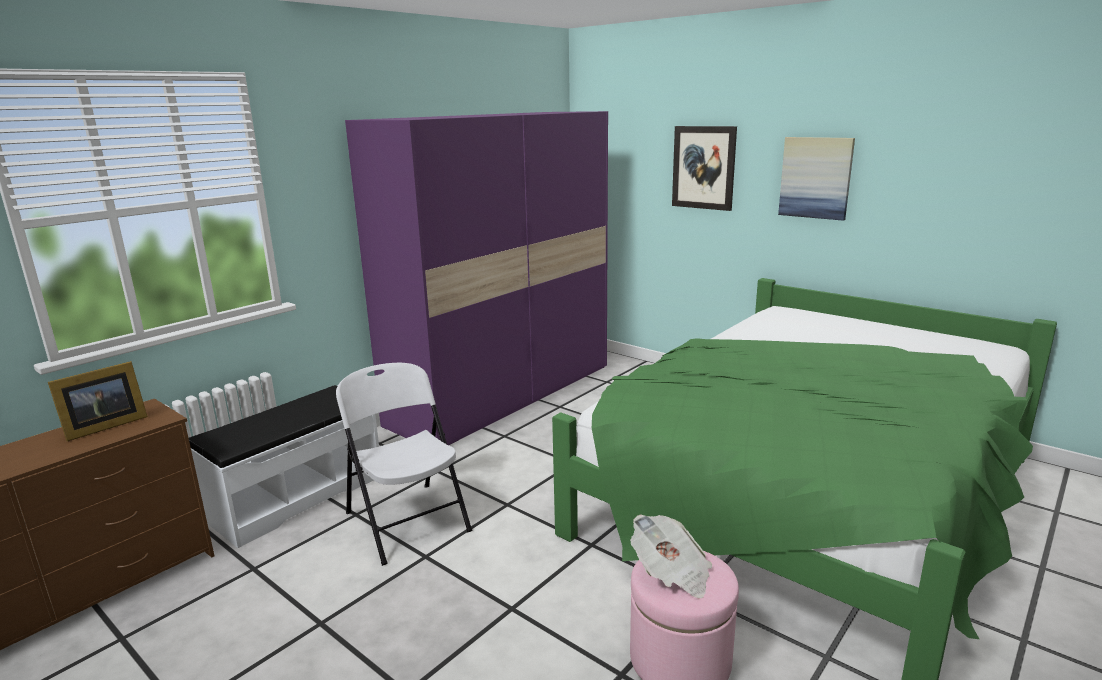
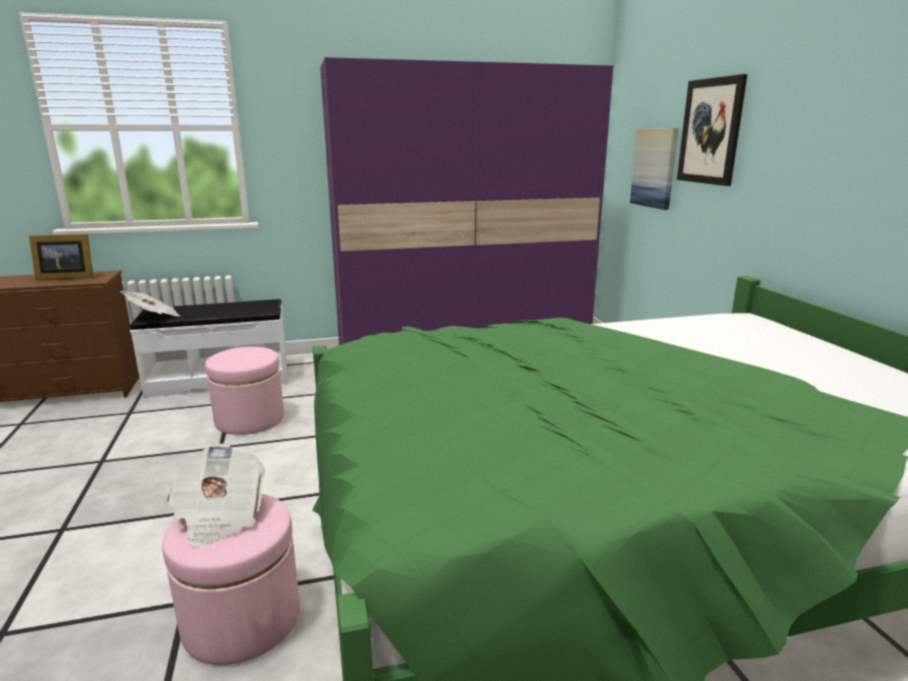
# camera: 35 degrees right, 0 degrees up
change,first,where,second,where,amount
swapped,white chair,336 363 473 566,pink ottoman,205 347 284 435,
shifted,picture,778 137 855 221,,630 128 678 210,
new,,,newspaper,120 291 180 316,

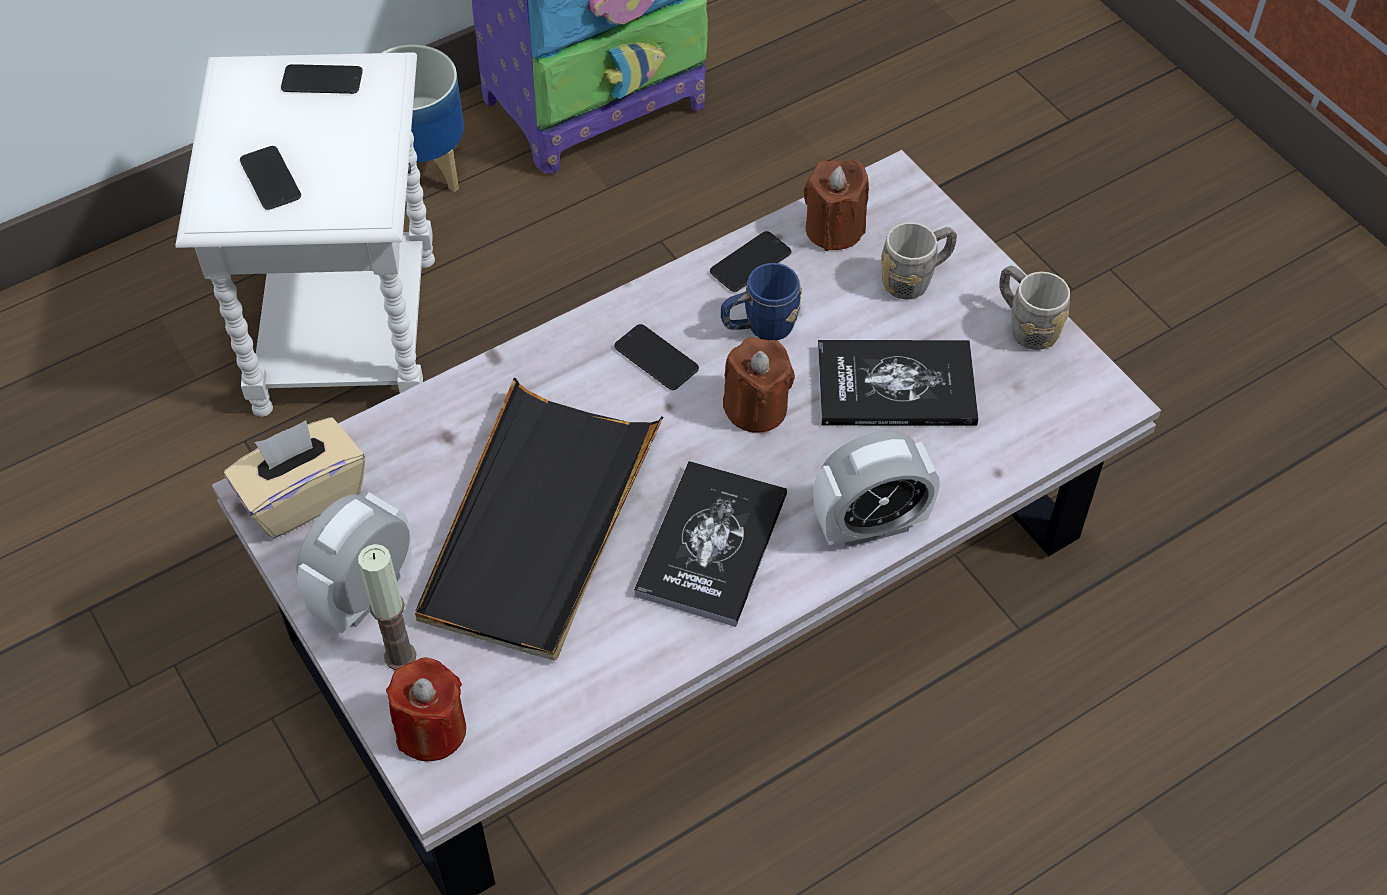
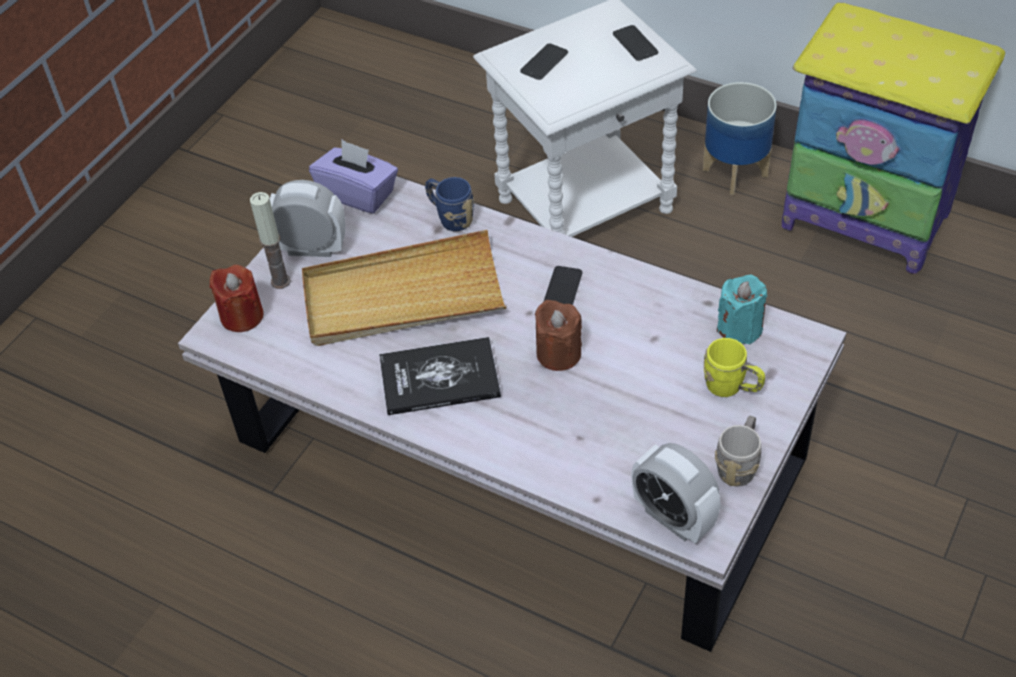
# camera: 65 degrees right, 5 degrees down
change,first,where,second,where,amount
repainted,beige tissue box,224 417 365 538,purple tissue box,309 140 398 214,
repainted,black tray,415 378 663 661,beige tray,302 230 506 346,
gone,phone,710 231 791 292,,,
shifted,blue mug,721 263 802 340,,425 177 474 231,
repainted,brown candle,804 160 869 251,turquoise candle,717 274 767 344,
shifted,alarm clock,813 431 940 548,,632 443 720 544,
gone,book,817 340 979 426,,,
repainted,grey mug,881 222 957 299,yellow mug,704 338 765 397,

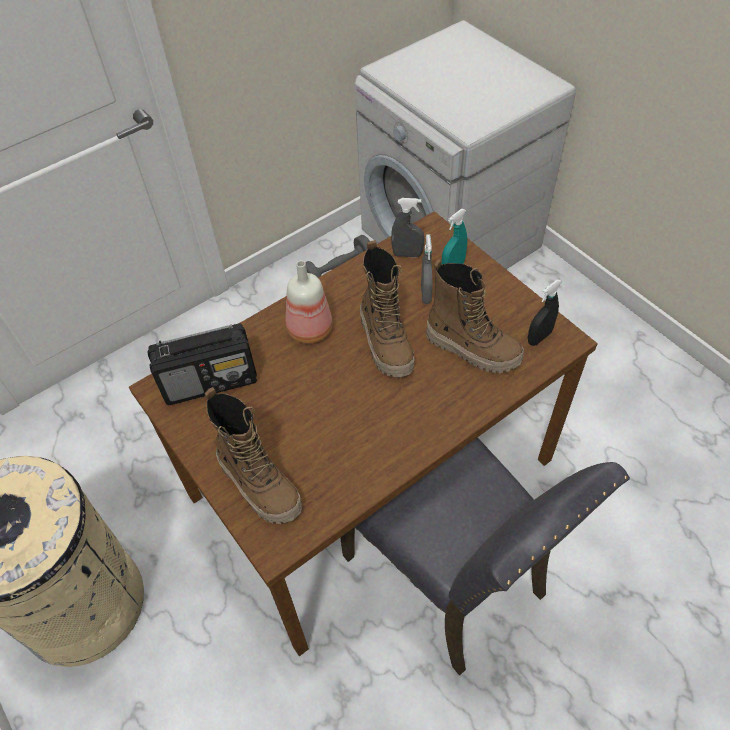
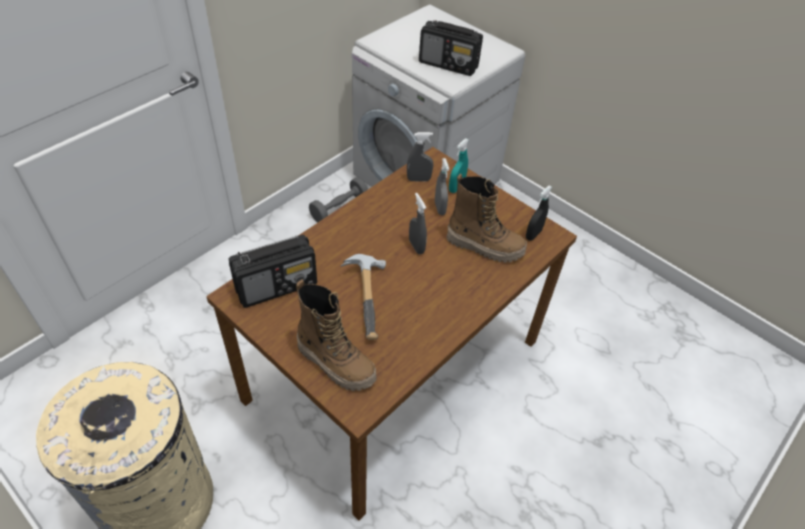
# camera: 15 degrees left, 5 degrees down
change,first,where,second,where,amount
gone,bottle,286 260 333 344,,,
gone,grey chair,340 437 630 675,,,
swapped,boot,360 240 415 377,grey spray bottle,409 193 427 254,
new,,,hammer,341 254 386 340,
new,,,radio,419 20 483 76,

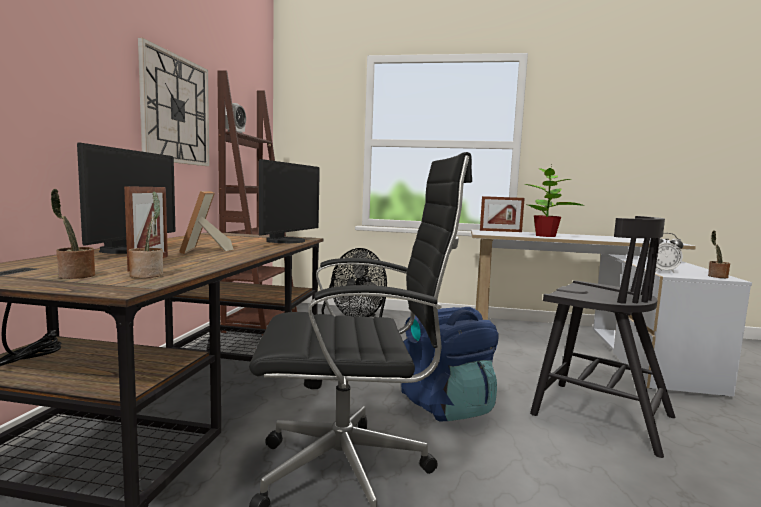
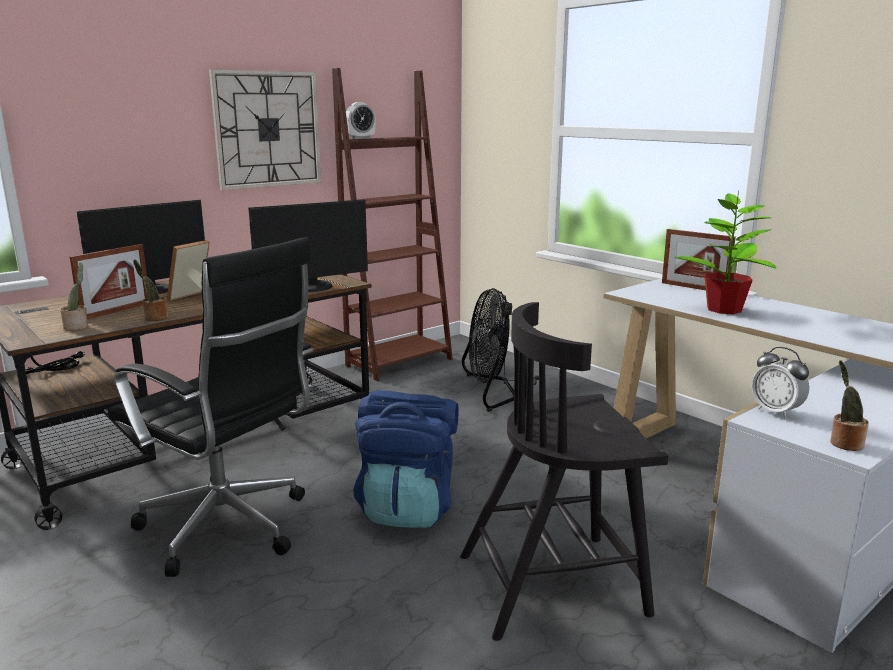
# camera: 40 degrees right, 10 degrees up
change,first,where,second,where,amount
shifted,potted plant,50 189 95 279,,133 260 168 321,
rotated,black chair,530 216 676 458,,460 302 669 641,90 degrees clockwise

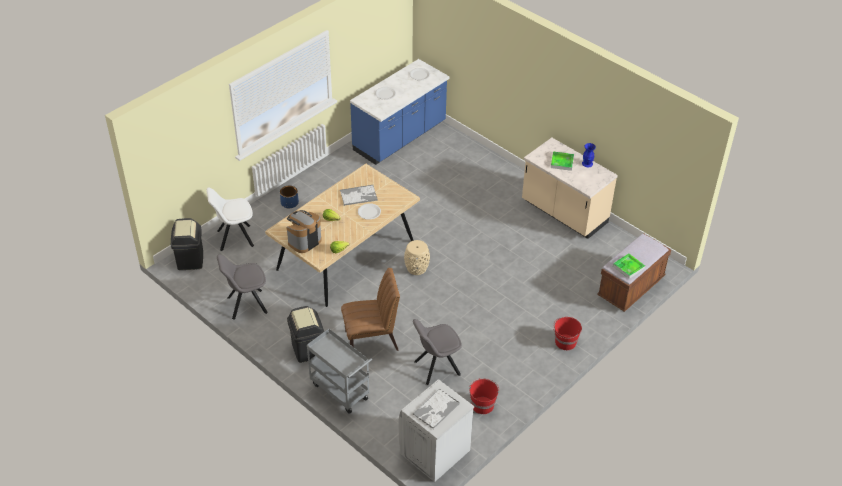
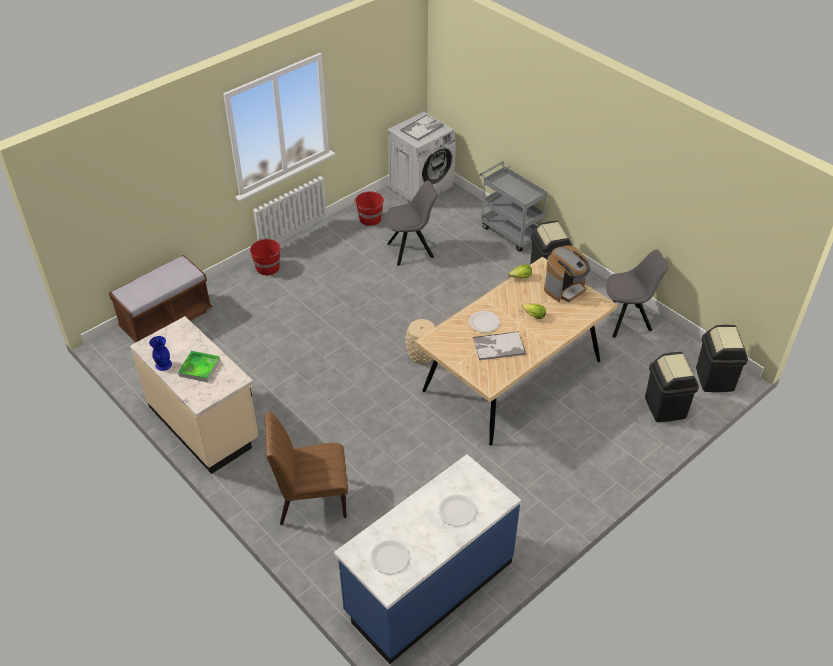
# camera: 175 degrees left, 0 degrees up
change,first,where,second,where,amount
swapped,white chair,206 187 254 251,black trash can,645 352 699 422,
gone,blue planter,280 185 299 208,,,
shifted,brown chair,341 268 400 351,,265 412 348 525,
gone,tray,613 253 645 279,,,

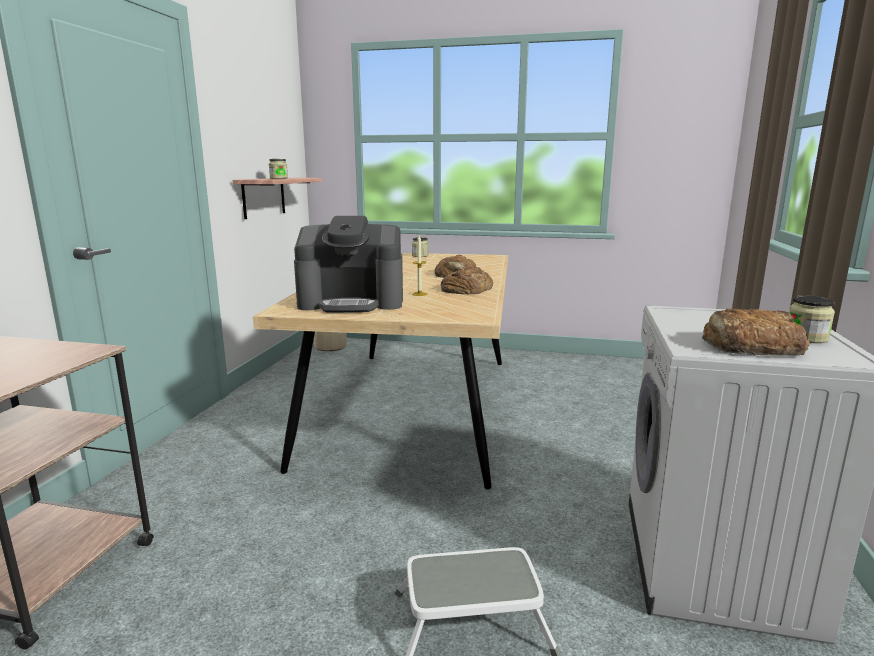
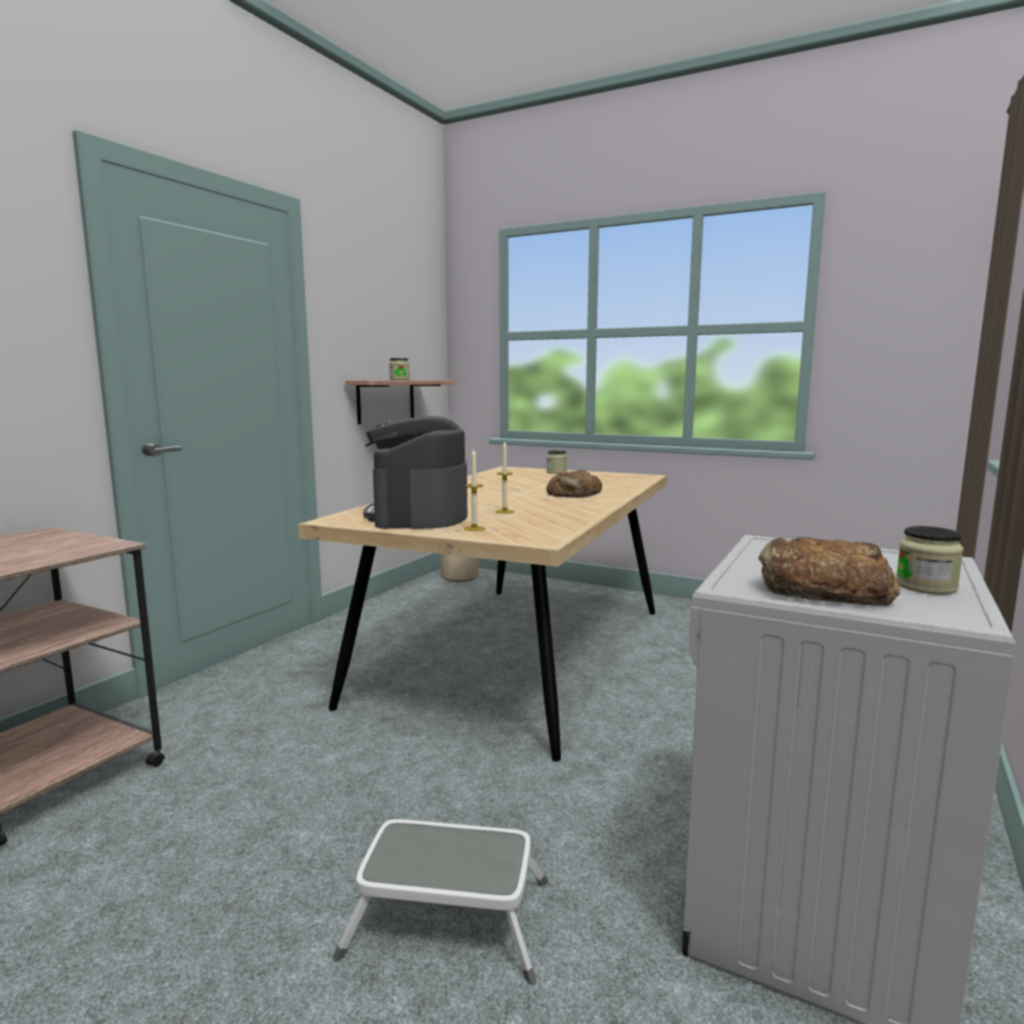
# camera: 15 degrees right, 5 degrees down
change,first,where,second,where,amount
rotated,coffee machine,294 216 403 312,,363 416 467 529,75 degrees clockwise
gone,bread,441 267 493 294,,,
new,,,candle,464 449 485 531,

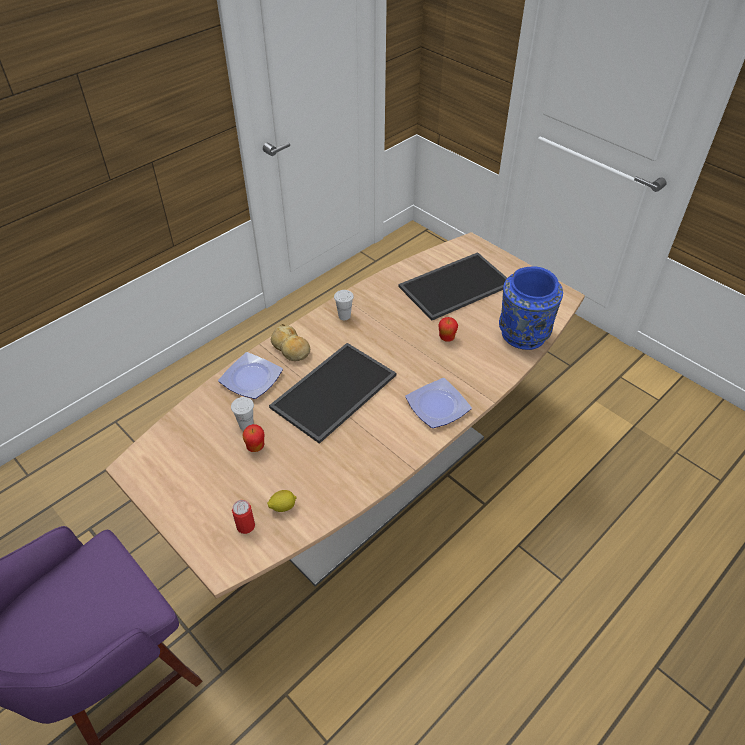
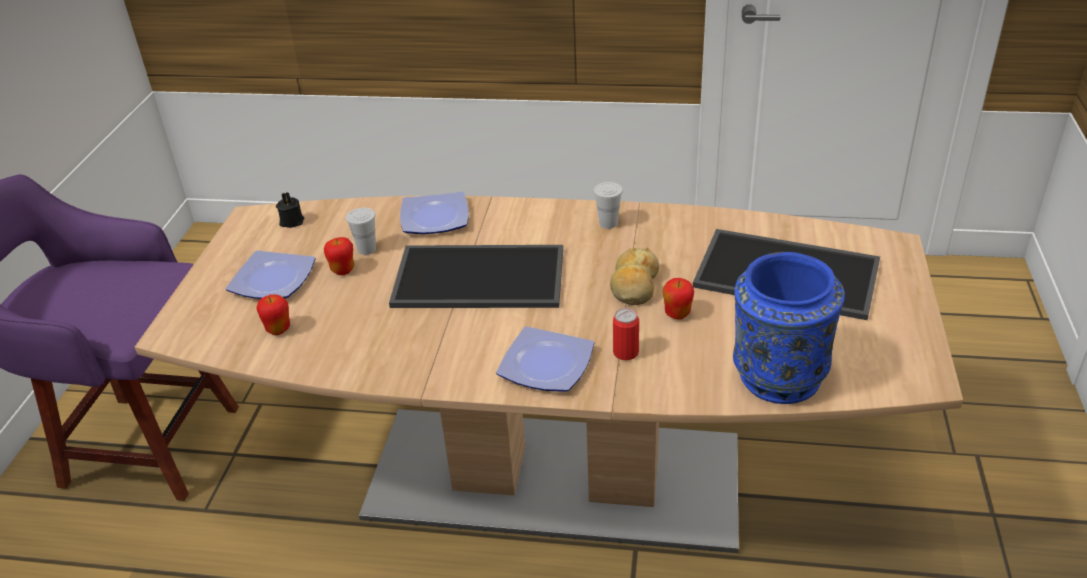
# camera: 55 degrees right, 10 degrees down
change,first,where,second,where,amount
shifted,can,232 500 255 534,,613 308 639 360,
swapped,lemon,267 490 297 512,apple,257 294 290 335,
shifted,bread,271 324 310 361,,610 248 659 305,
new,,,plate,225 250 316 299,
new,,,black candle,276 192 304 228,

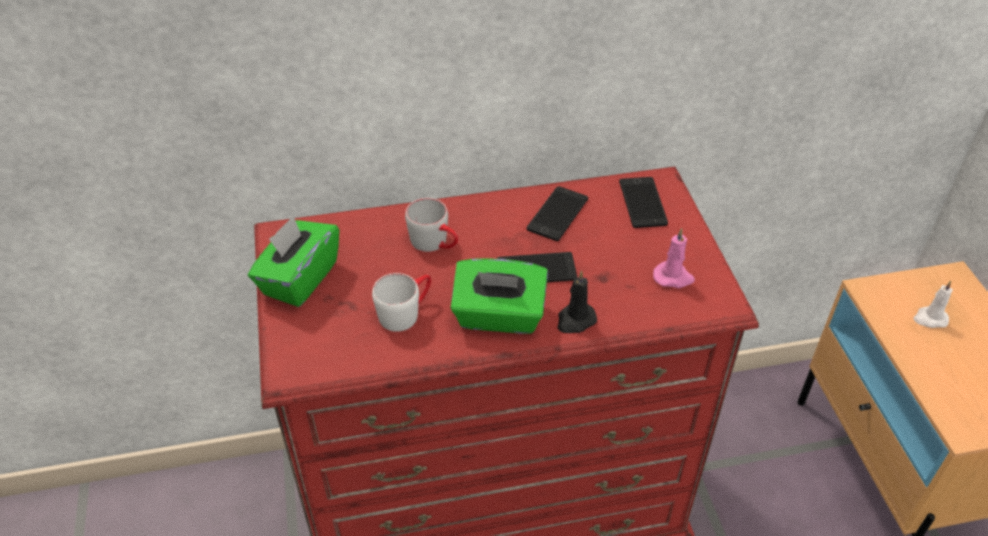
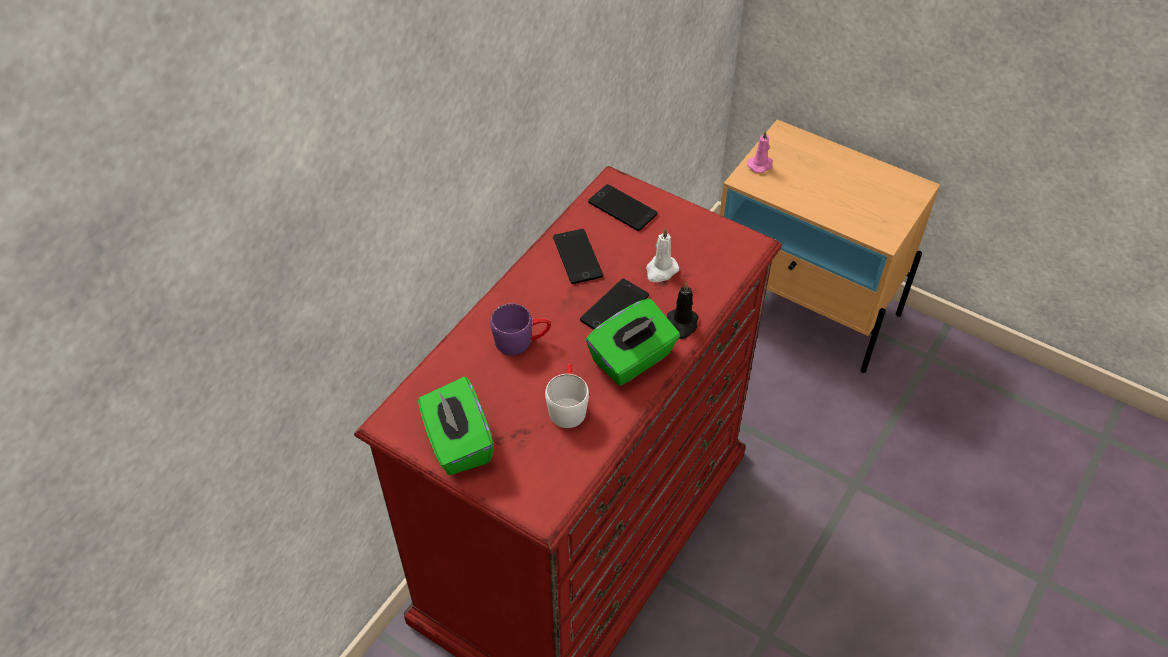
# camera: 45 degrees left, 5 degrees up
change,first,where,second,where,amount
repainted,grey mug,405 198 458 252,purple mug,490 303 551 355,
shifted,pink candle,653 228 695 288,,747 130 773 173,
shifted,white candle,913 281 953 328,,646 228 679 282,

